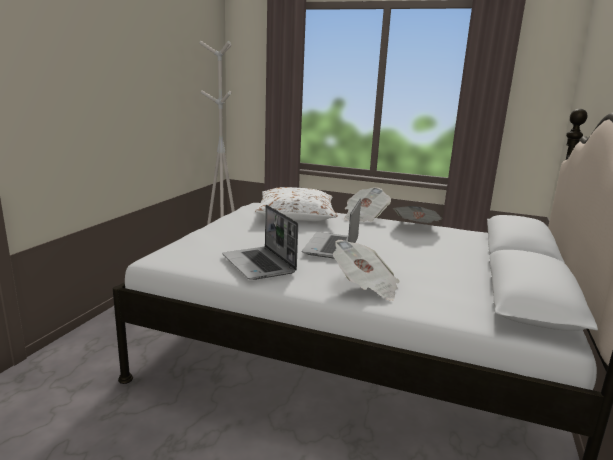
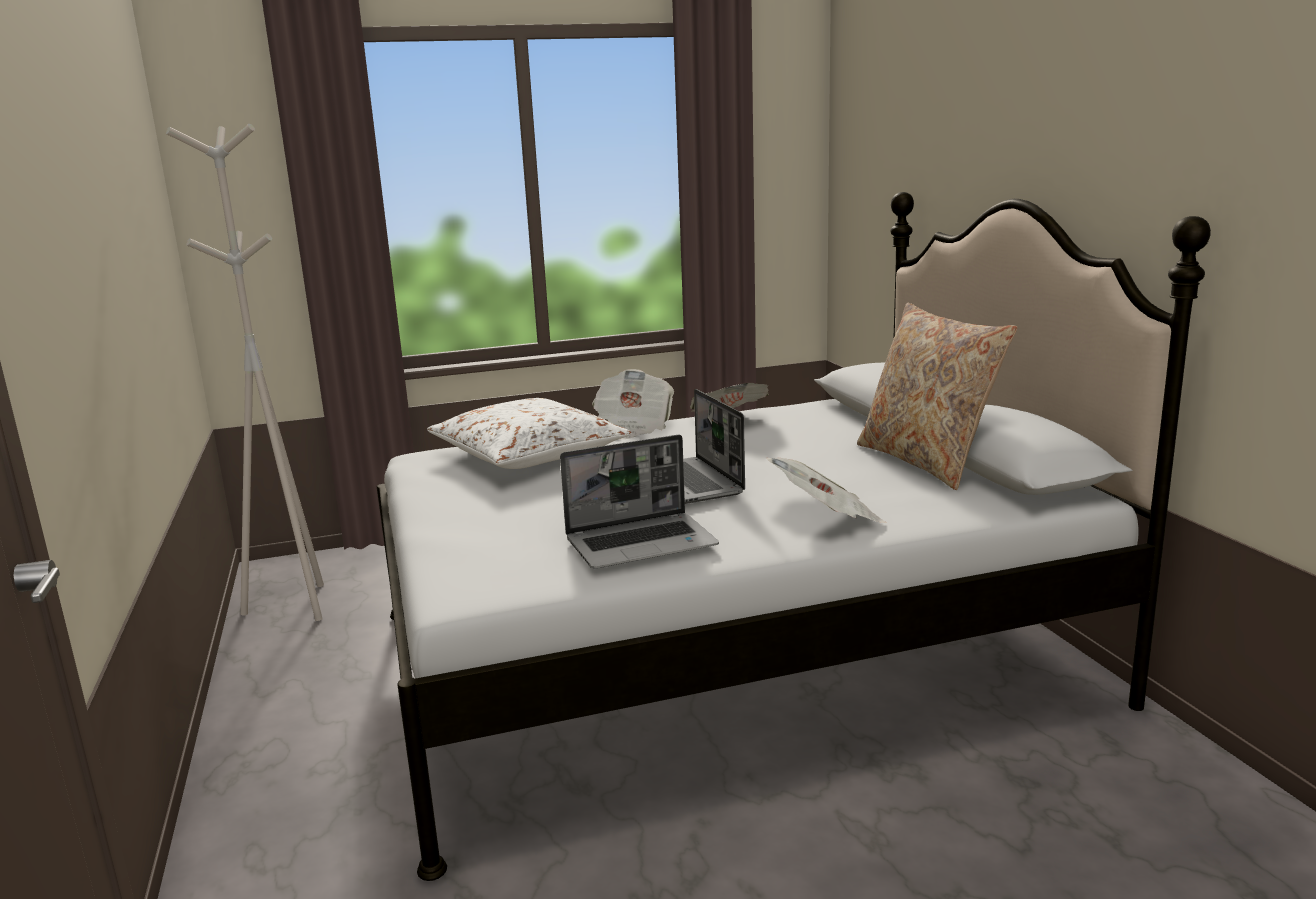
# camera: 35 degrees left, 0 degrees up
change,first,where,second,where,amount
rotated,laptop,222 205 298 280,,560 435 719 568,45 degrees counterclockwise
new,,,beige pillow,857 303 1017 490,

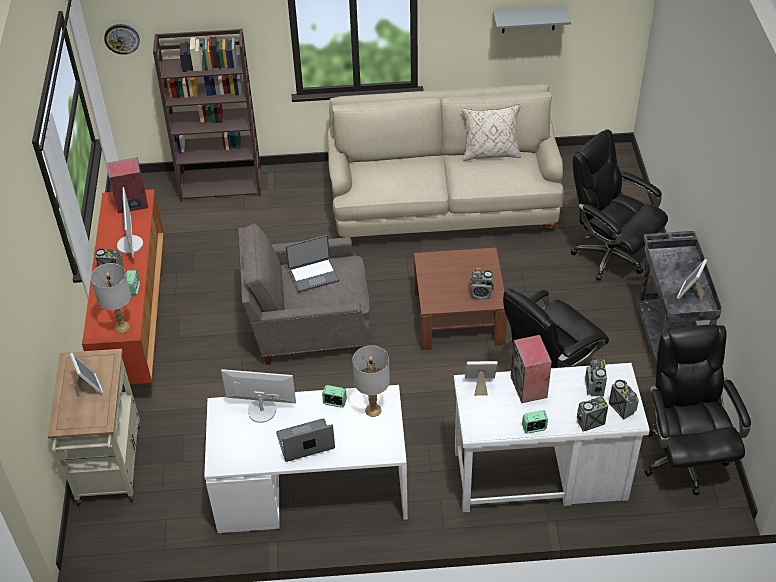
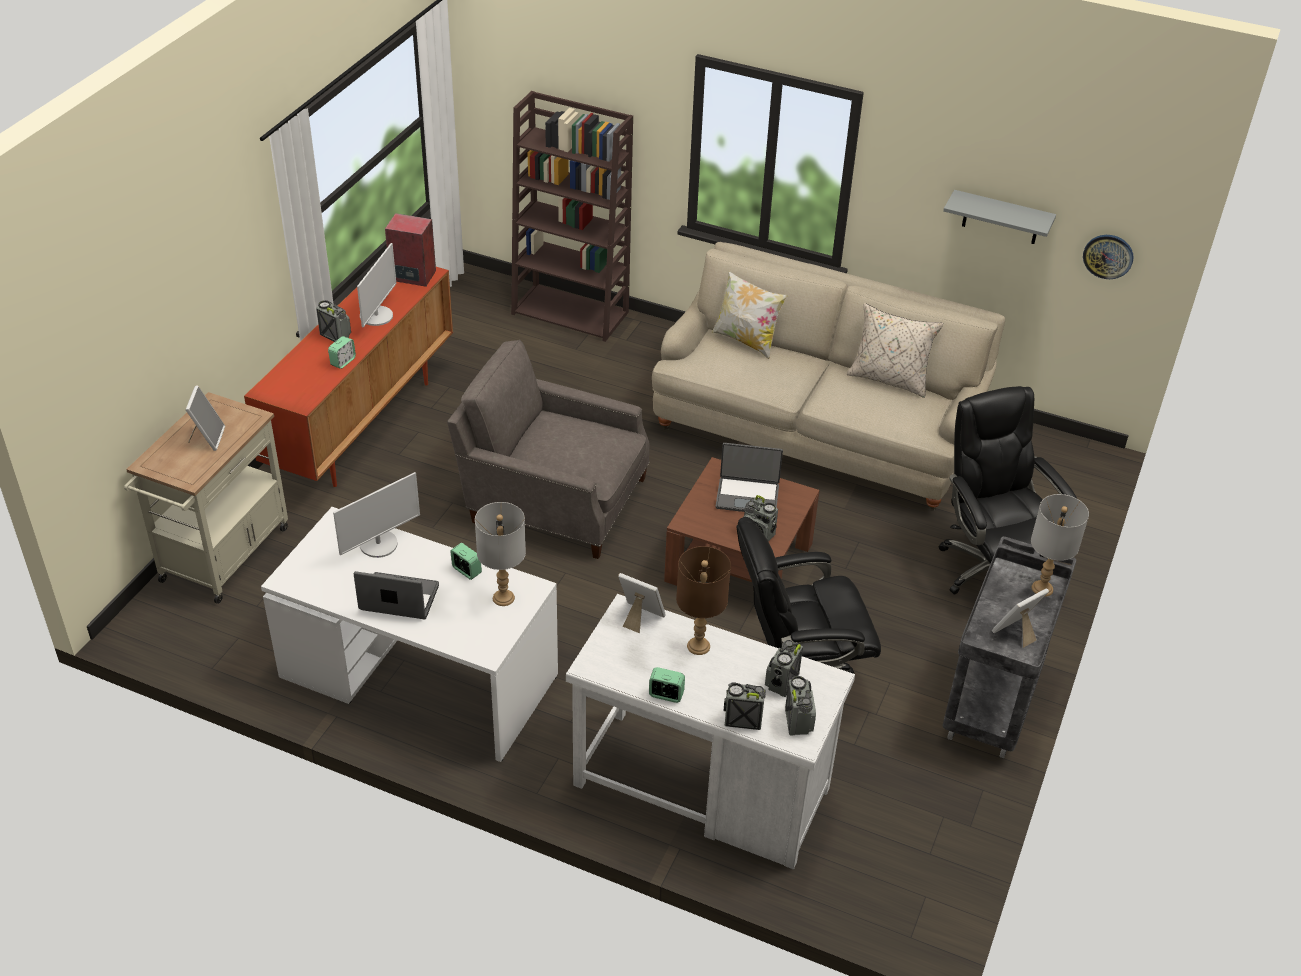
# camera: 25 degrees right, 5 degrees down
change,first,where,second,where,amount
shifted,grey table lamp,91 263 131 333,,1031 494 1089 597,
shifted,wall clock,104 24 140 55,,1083 235 1134 279,
rotated,monitor,221 369 296 423,,333 472 420 558,105 degrees clockwise
shifted,laptop,286 235 340 292,,715 443 783 512,
swapped,speaker,511 335 552 403,brown table lamp,676 546 731 655,
gone,black office chair,644 325 751 495,,,
new,,,pillow,712 271 787 359,

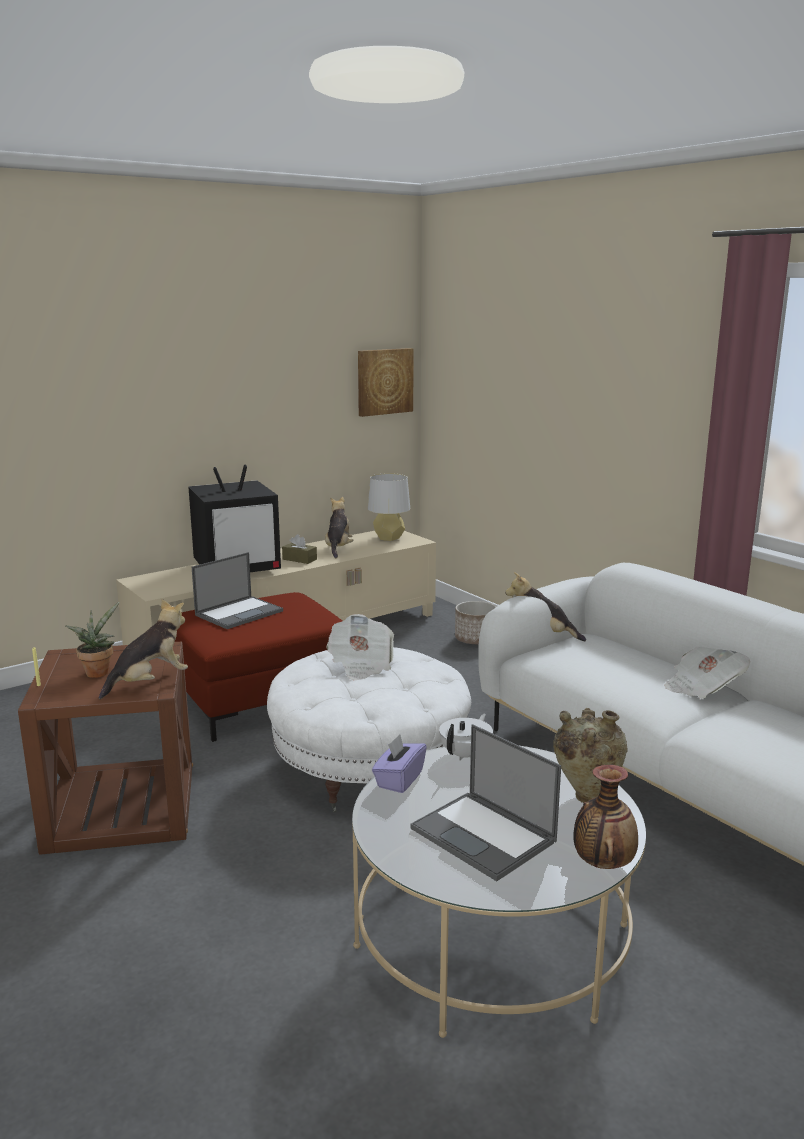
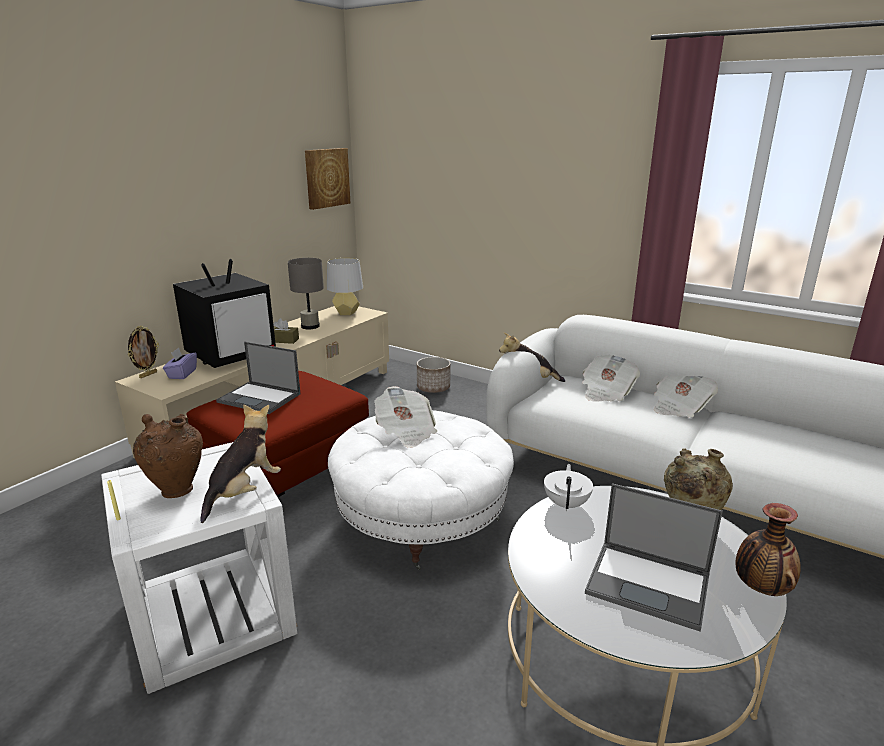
# camera: 20 degrees left, 5 degrees up
change,first,where,second,where,amount
repainted,brown side table,18 642 193 855,white side table,101 442 298 694,
swapped,potted plant,65 602 120 678,brown vase,133 414 203 498,
rotated,laptop,192 552 283 629,,216 342 301 414,90 degrees clockwise
swapped,plush toy,325 497 353 558,grey table lamp,288 258 324 329,
shifted,purple tissue box,372 734 427 793,,163 348 197 379,
new,,,picture frame,128 326 159 378,
new,,,newspaper,582 355 640 402,

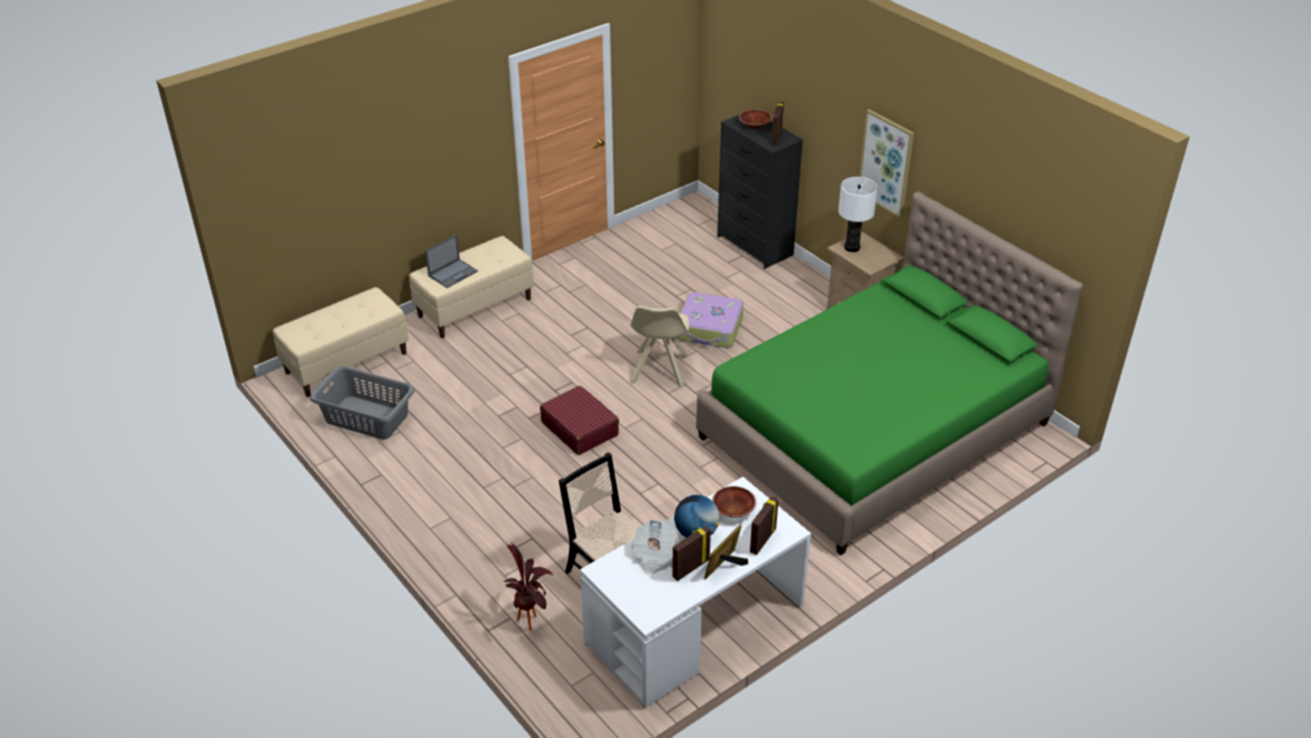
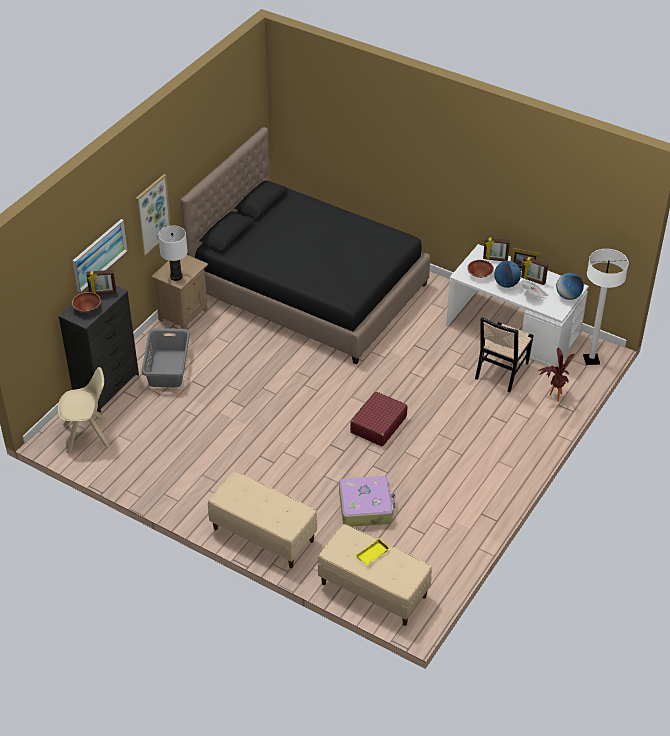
# camera: 110 degrees left, 5 degrees up
change,first,where,second,where,amount
shifted,grey laundry basket,310 366 415 439,,142 328 190 387,
gone,laptop,425 234 478 288,,,
shifted,beige chair,630 306 689 387,,58 367 110 453,
shifted,suitcase,676 292 744 348,,339 476 395 527,
repainted,green bed,696 192 1083 555,black bed,180 127 430 364,
new,,,picture,73 219 128 293,
new,,,yellow tray,356 538 390 565,
new,,,globe,556 273 584 300,
new,,,white floor lamp,583 249 629 365,

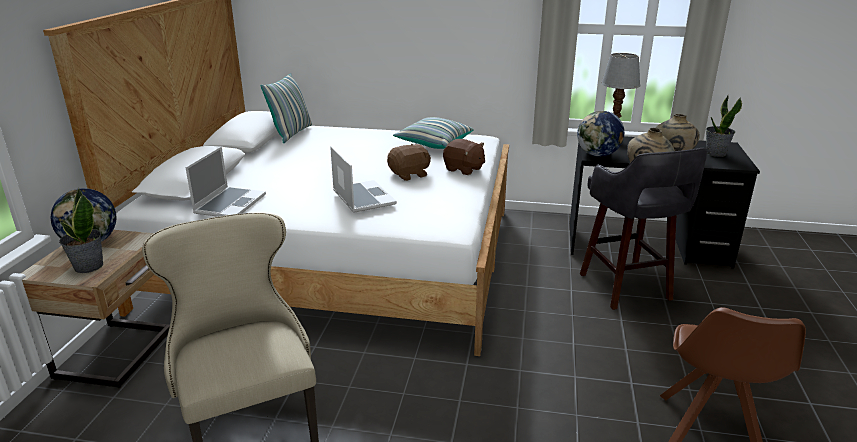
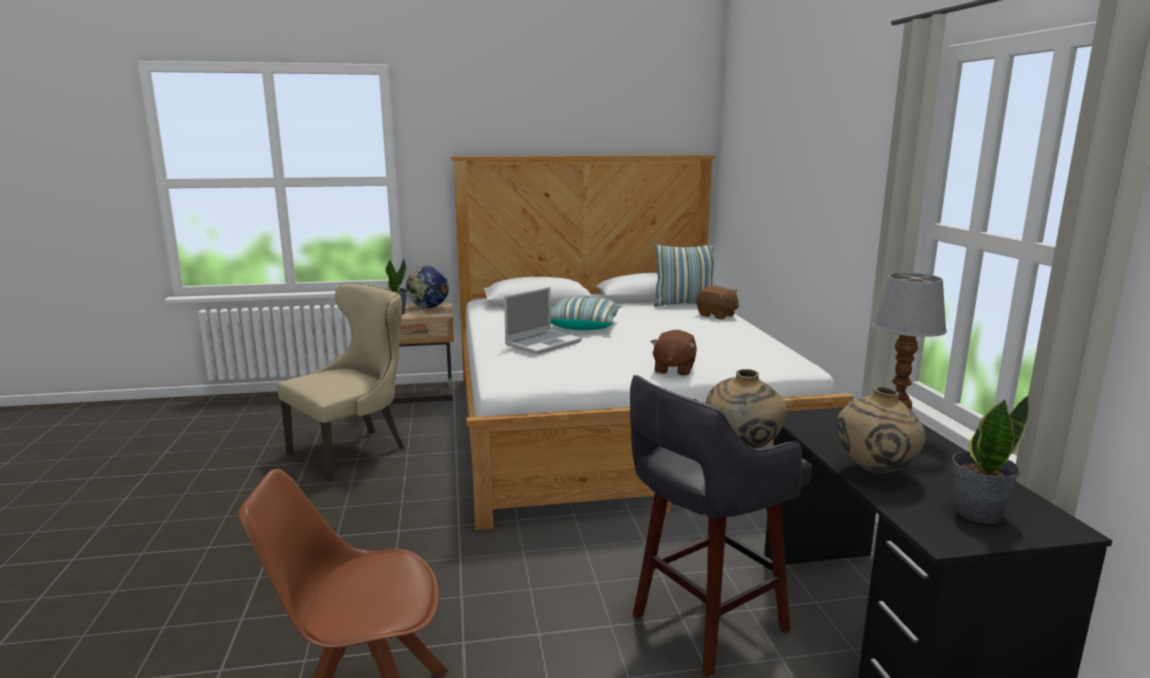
# camera: 70 degrees right, 10 degrees down
change,first,where,second,where,amount
gone,laptop,185 146 266 217,,,
shifted,brown plush toy,387 144 431 181,,696 286 739 320,
shifted,pillow,393 117 474 149,,551 297 622 330,
gone,globe,577 111 625 157,,,

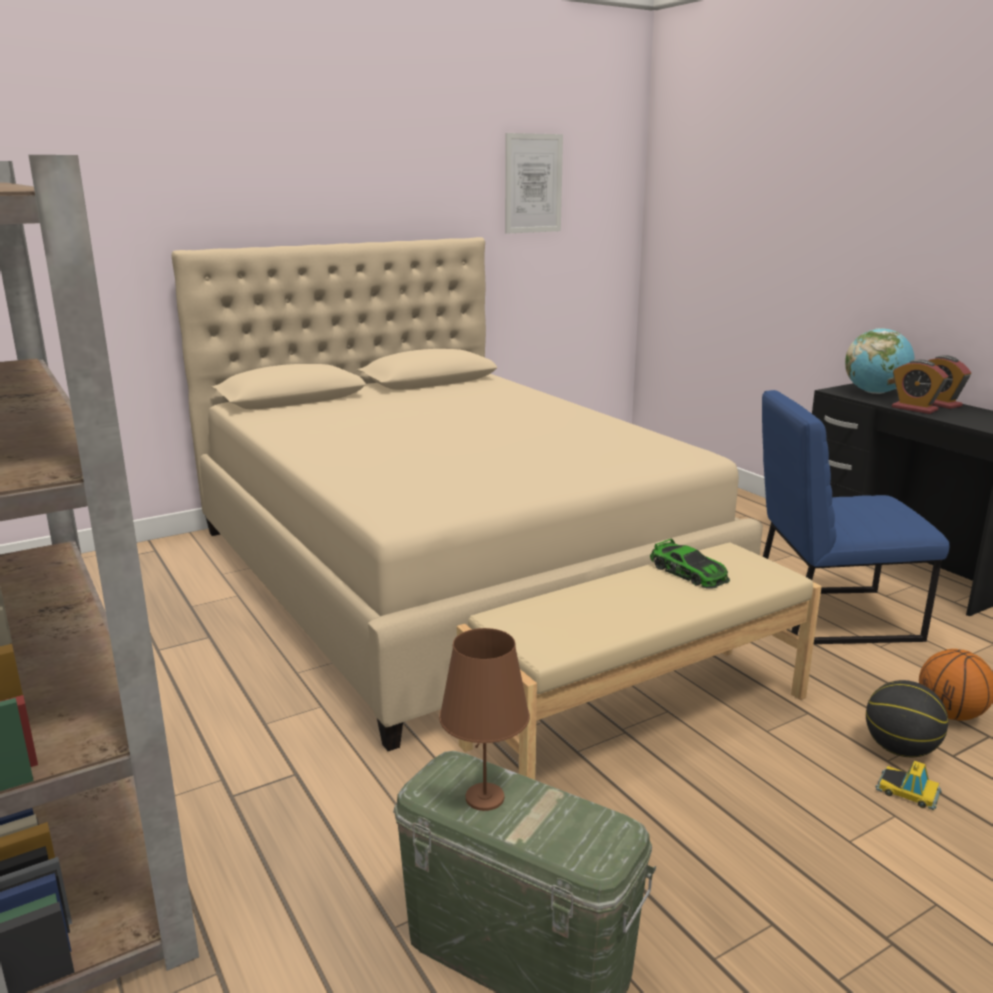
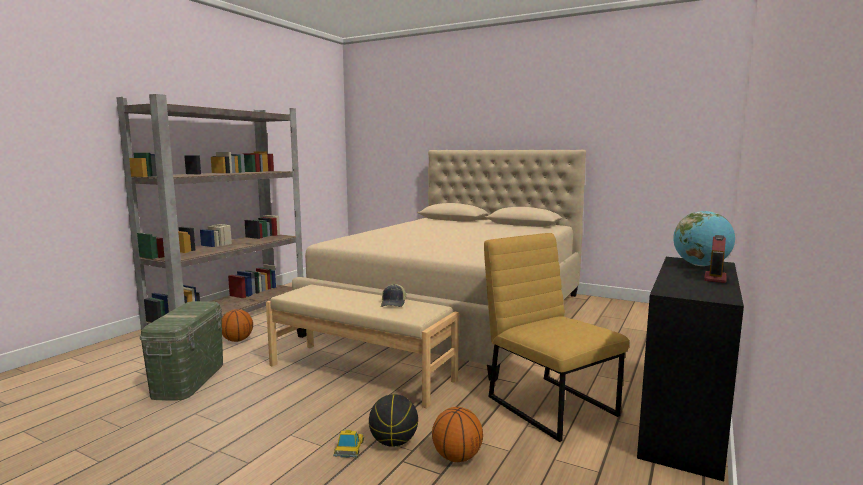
# camera: 60 degrees right, 10 degrees down
change,first,where,second,where,amount
gone,brown table lamp,439 628 530 811,,,
gone,picture,505 133 563 234,,,
swapped,toy car,650 538 730 589,cap,381 283 406 307,
repainted,blue chair,762 390 949 644,yellow chair,484 233 629 442,
gone,alarm clock,892 360 948 414,,,
new,,,basketball,222 309 253 342,

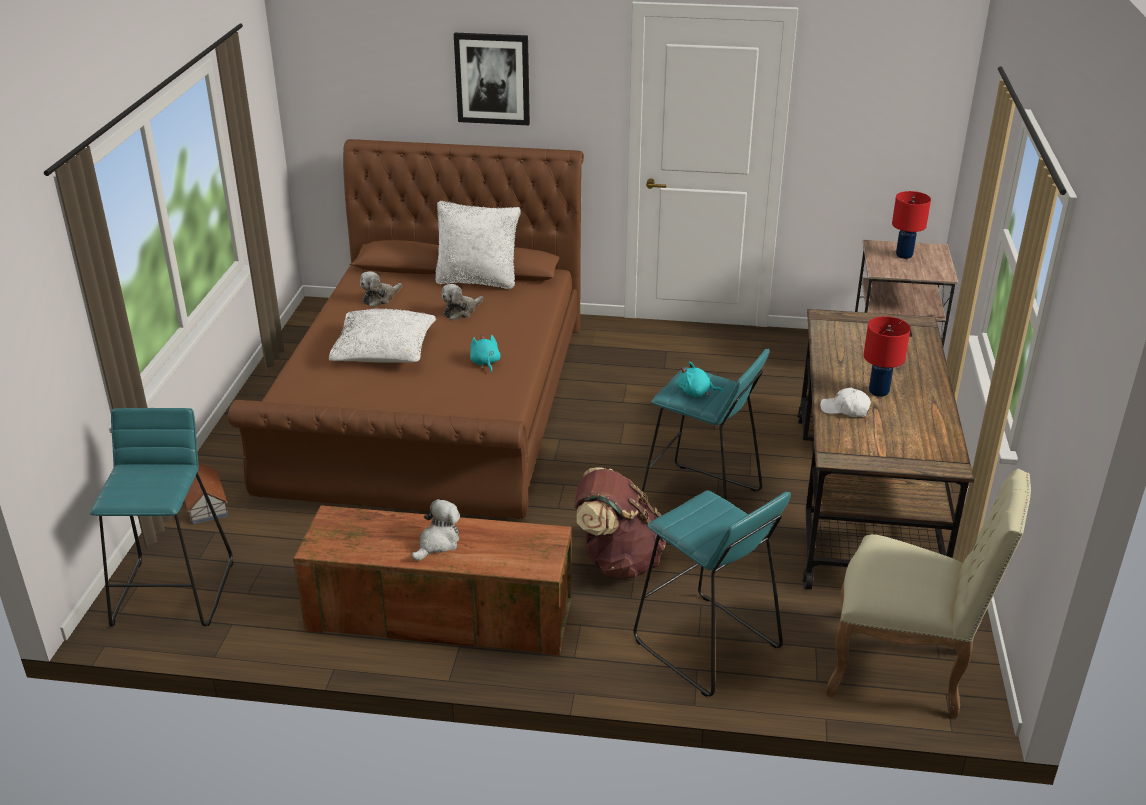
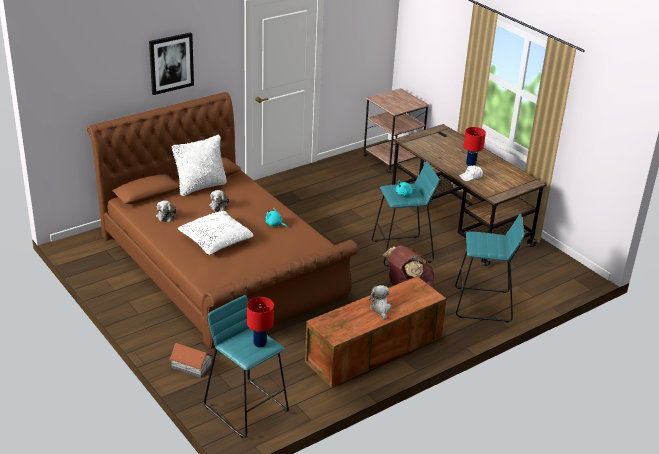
# camera: 45 degrees left, 0 degrees up
change,first,where,second,where,amount
gone,beige chair,826 469 1031 719,,,
shifted,red table lamp,892 191 931 259,,247 297 274 348,

